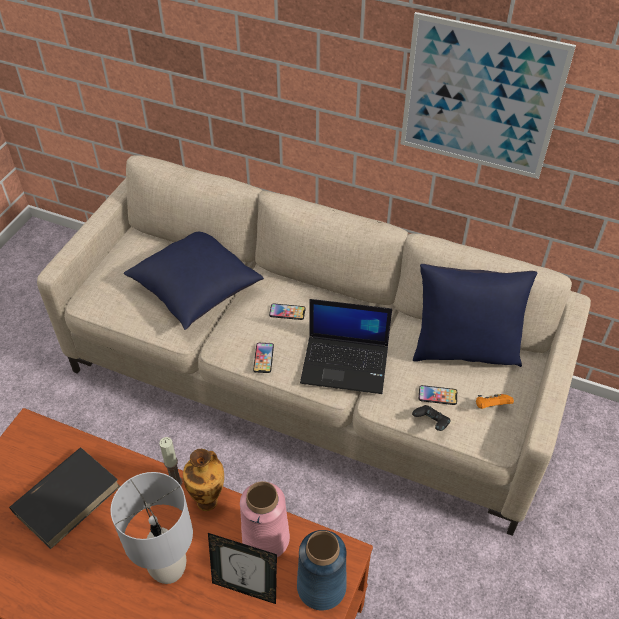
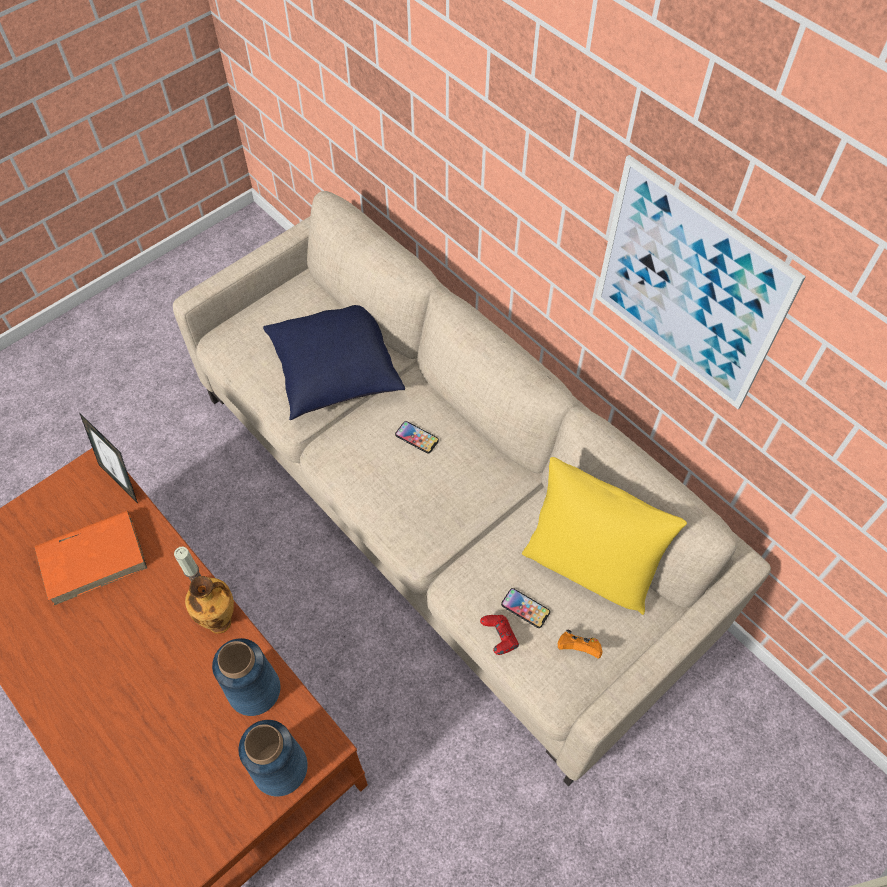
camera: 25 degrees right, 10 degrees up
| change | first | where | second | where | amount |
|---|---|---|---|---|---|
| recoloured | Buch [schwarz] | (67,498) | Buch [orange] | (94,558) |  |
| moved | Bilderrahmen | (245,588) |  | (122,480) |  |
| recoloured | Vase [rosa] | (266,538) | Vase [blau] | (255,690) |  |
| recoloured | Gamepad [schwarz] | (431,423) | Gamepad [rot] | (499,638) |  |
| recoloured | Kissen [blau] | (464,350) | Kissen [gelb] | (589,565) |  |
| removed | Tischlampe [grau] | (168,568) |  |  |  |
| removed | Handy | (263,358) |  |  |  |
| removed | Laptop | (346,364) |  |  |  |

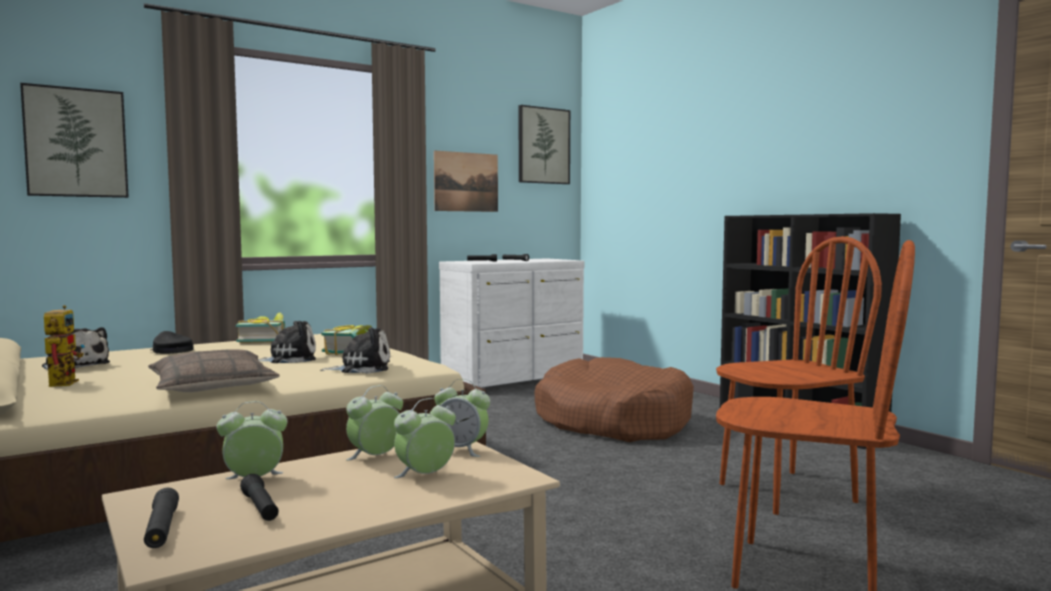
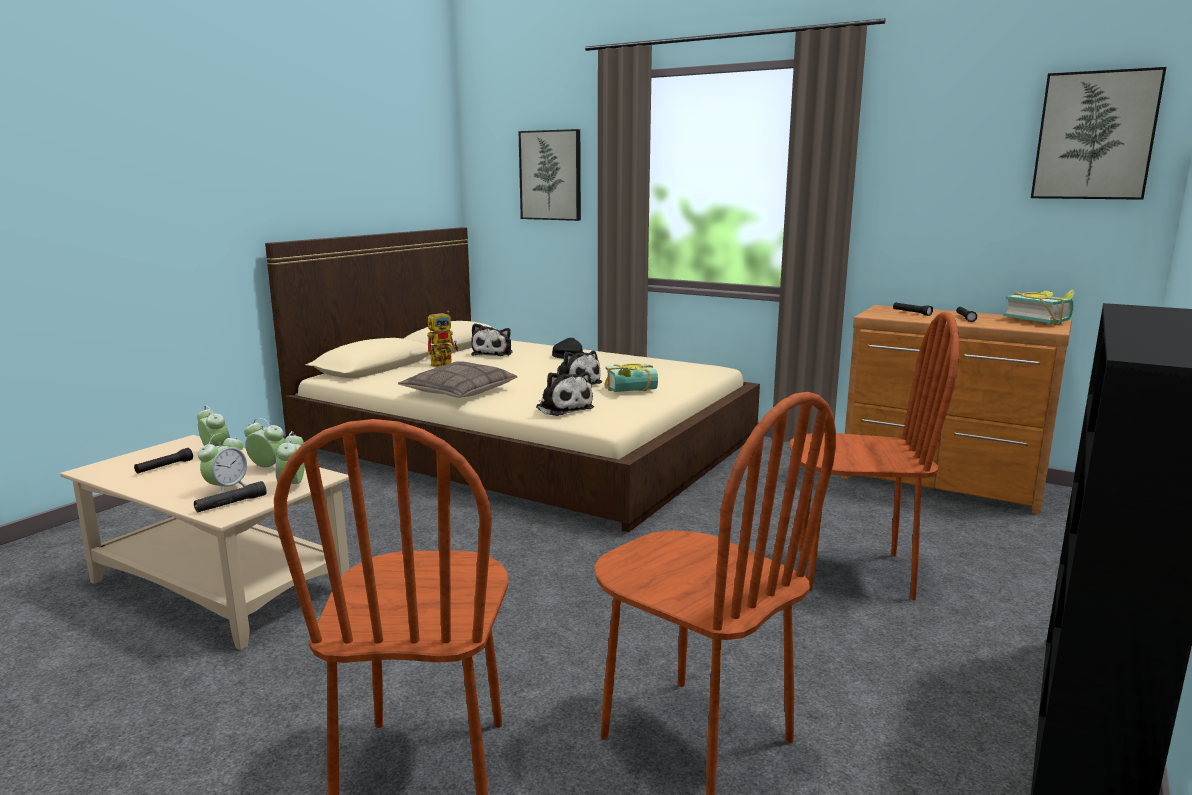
camera: 65 degrees right, 10 degrees up
| change | first | where | second | where | amount |
|---|---|---|---|---|---|
| moved | Taschenlampe [schwarz] | (161,528) |  | (231,504) |  |
| turned | Wecker | (425,476) |  | (227,489) | 90 degrees clockwise |
| replaced | Hundebett [braun] | (612,421) | Stuhl [braun] | (853,572) |  |
| recoloured | Kommode [weiß] | (515,380) | Kommode [braun] | (942,483) |  |
| moved | Buch | (263,341) |  | (1039,320) |  |
| removed | Bild | (466,182) |  |  |  |

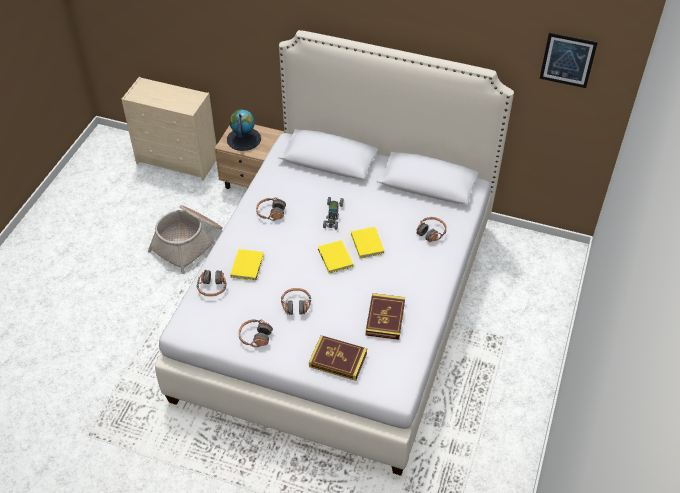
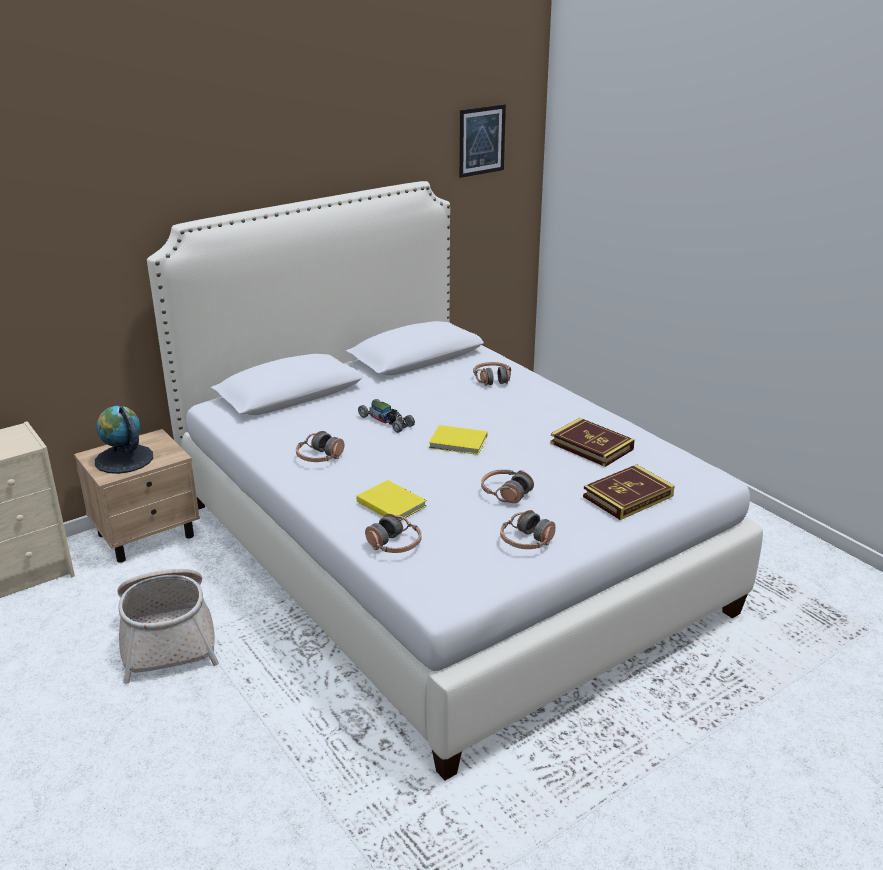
camera: 55 degrees left, 20 degrees down
| change | first | where | second | where | amount |
|---|---|---|---|---|---|
| removed | Buch [gelb] | (367,243) |  |  |  |

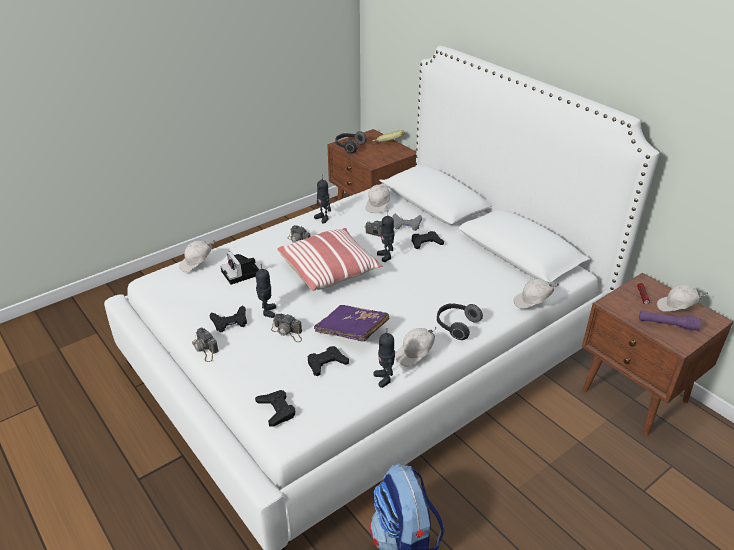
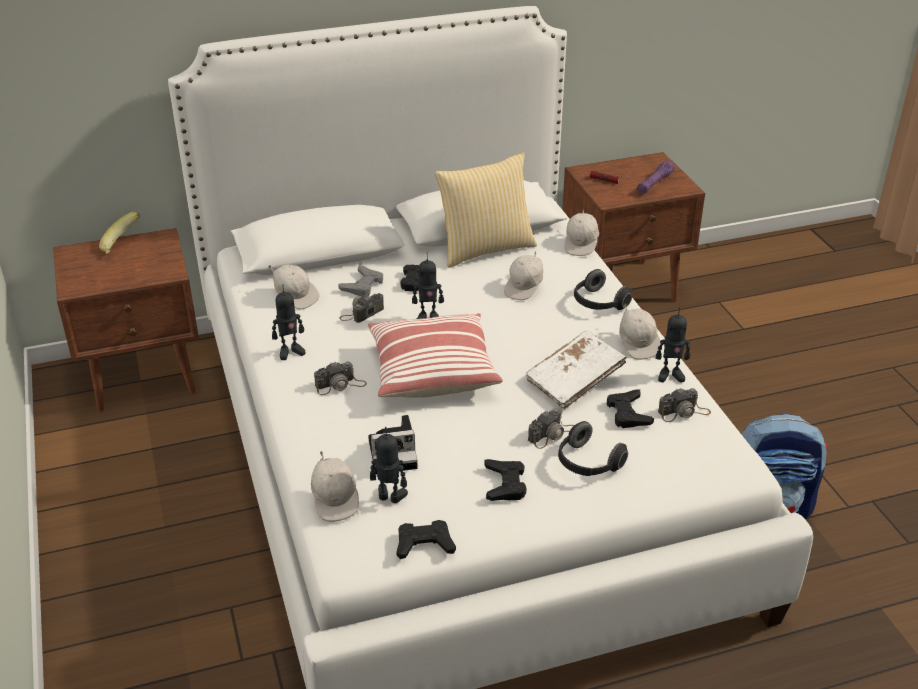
camera: 70 degrees left, 0 degrees up
| change | first | where | second | where | amount |
|---|---|---|---|---|---|
| moved | Spielzeugroboter | (267,312) |  | (389,497) |  |
| moved | Gamepad [schwarz] | (276,410) |  | (424,544) |  |
| added |  |  | Kissen | (485,248) |  |
| moved | Kappe [weiß] | (677,308) |  | (525,288) |  |
| recoloured | Buch [lila] | (352,331) | Buch [weiß] | (574,381) |  |
| moved | Kopfhörer | (349,147) |  | (587,464) |  |
| moved | Kamera | (205,349) |  | (684,412) |  |

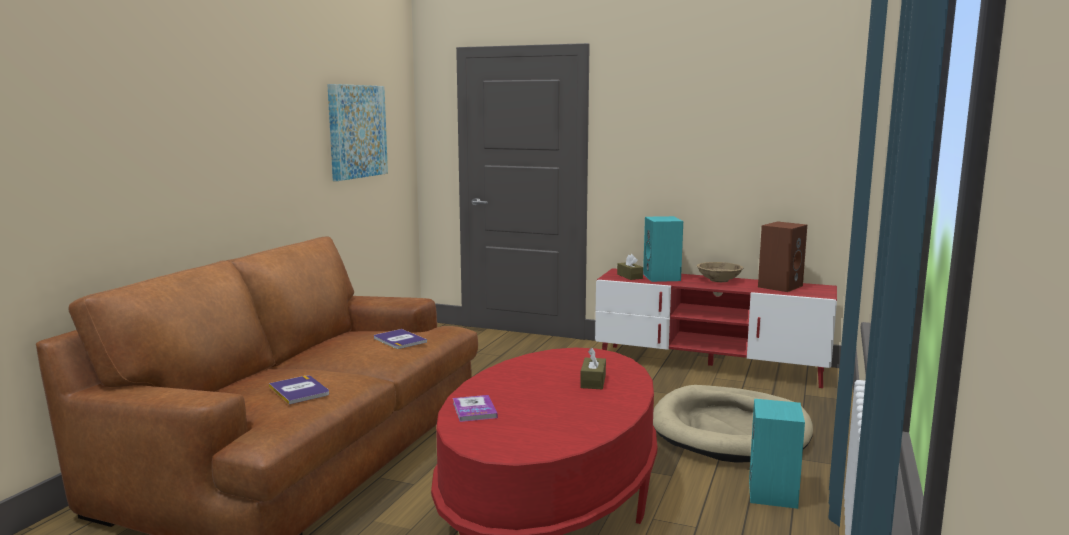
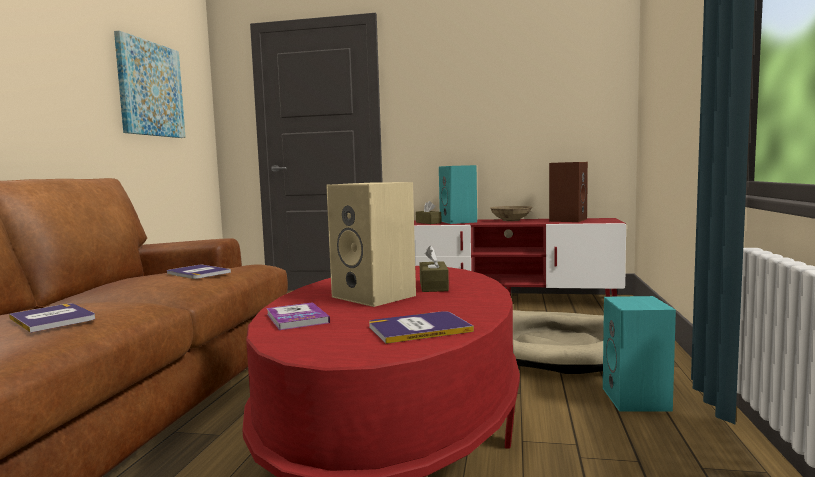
camera: 10 degrees left, 5 degrees down
| change | first | where | second | where | amount |
|---|---|---|---|---|---|
| added |  |  | Lautsprecher [beige] | (376,296) |  |
| added |  |  | Buch | (419,328) |  |

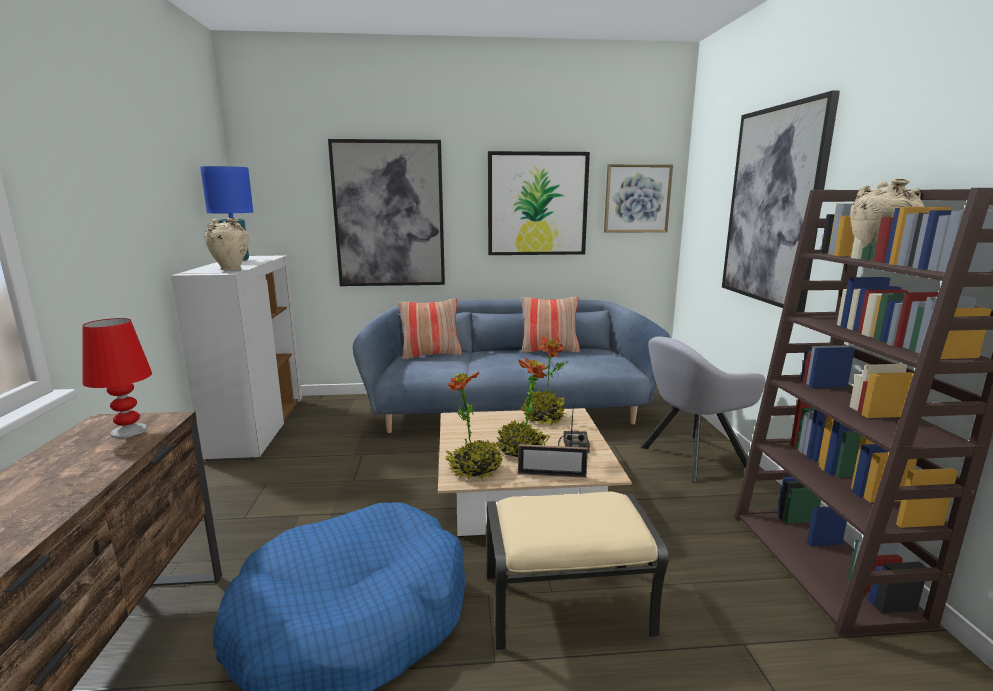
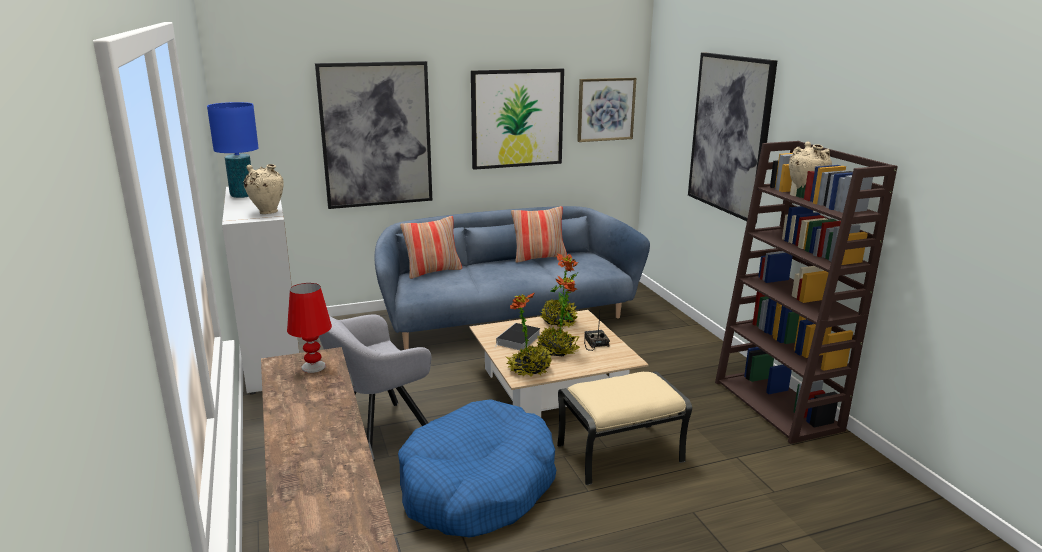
camera: 15 degrees left, 5 degrees up
| change | first | where | second | where | amount |
|---|---|---|---|---|---|
| moved | Sessel [grau] | (689,458) |  | (376,432) |  |
| added |  |  | Buch | (518,340) |  |
| removed | Bilderrahmen | (551,475) |  |  |  |

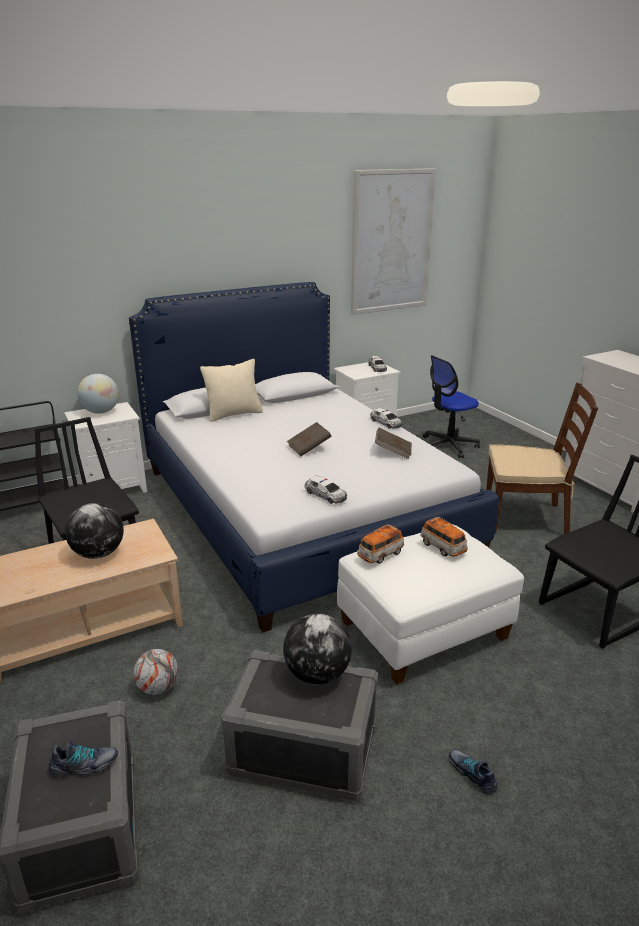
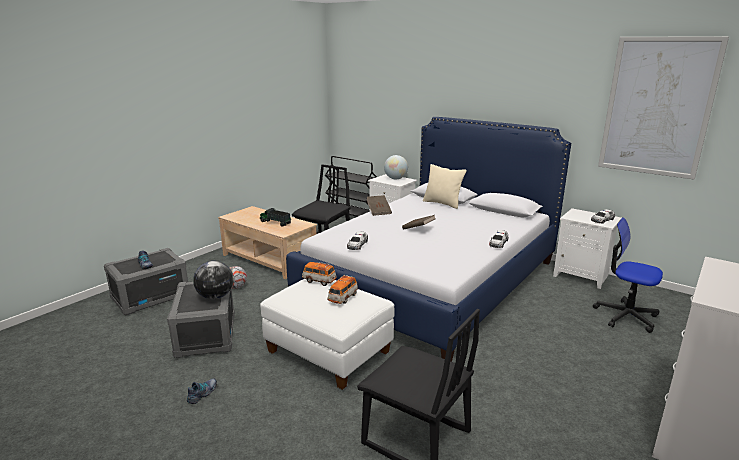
camera: 65 degrees right, 5 degrees down
| change | first | where | second | where | amount |
|---|---|---|---|---|---|
| replaced | Globus | (99,554) | Spielzeuglaster | (275,223) |  |
| moved | Buch [braun] | (393,452) |  | (379,211) |  |
| removed | Stuhl [braun] | (526,518) |  |  |  |

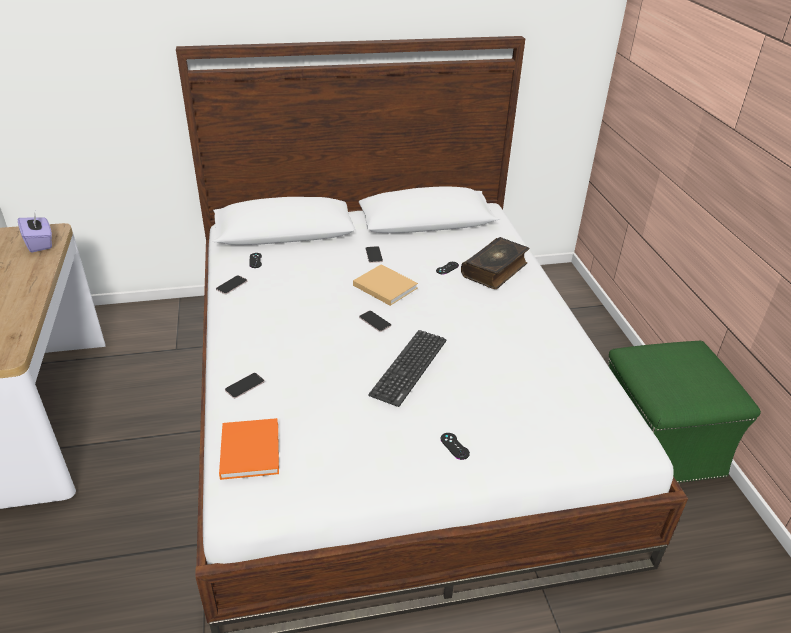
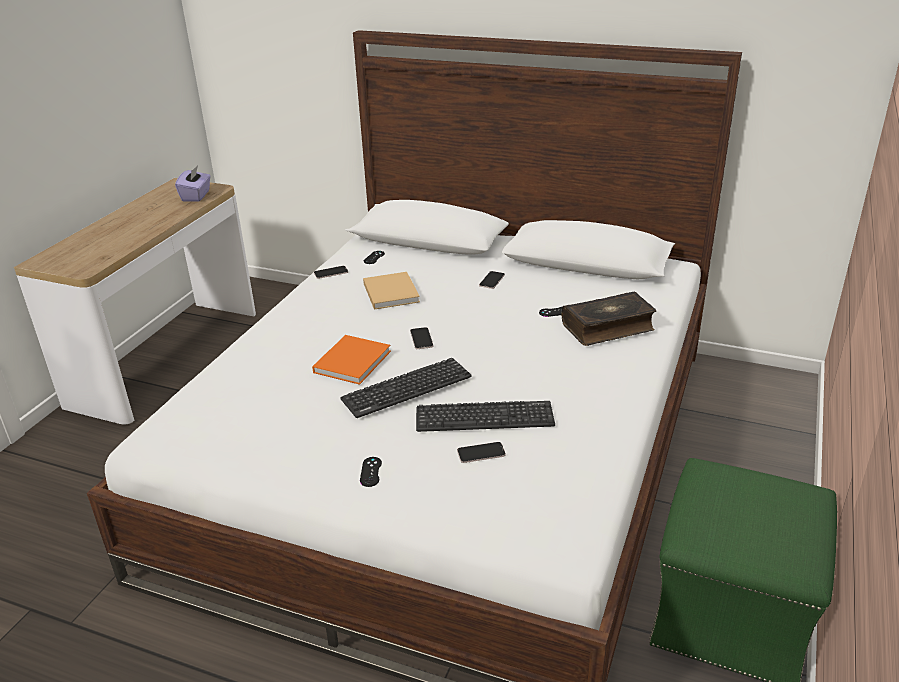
camera: 35 degrees right, 5 degrees down
| change | first | where | second | where | amount |
|---|---|---|---|---|---|
| moved | Buch [orange] | (250,448) |  | (353,360) |  |
| moved | Buch [beige] | (384,286) |  | (390,292) |  |
| added |  |  | Tastatur | (484,417) |  |
| moved | Handy | (245,386) |  | (481,453) |  |

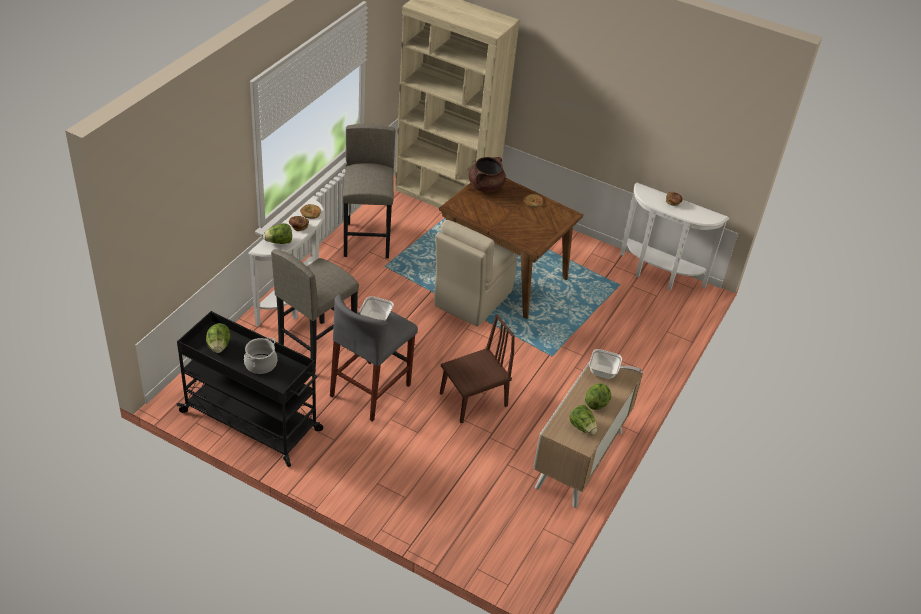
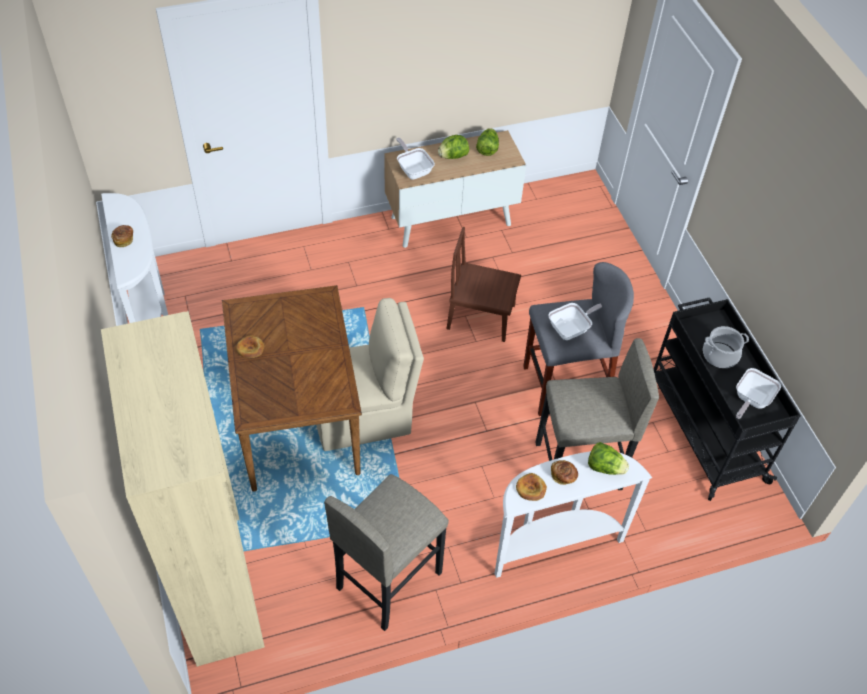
camera: 135 degrees left, 10 degrees up
| change | first | where | second | where | amount |
|---|---|---|---|---|---|
| replaced | Salatkopf | (219,346) | Pfanne | (750,400) |  |
| removed | Kochtopf [braun] | (486,186) |  |  |  |

